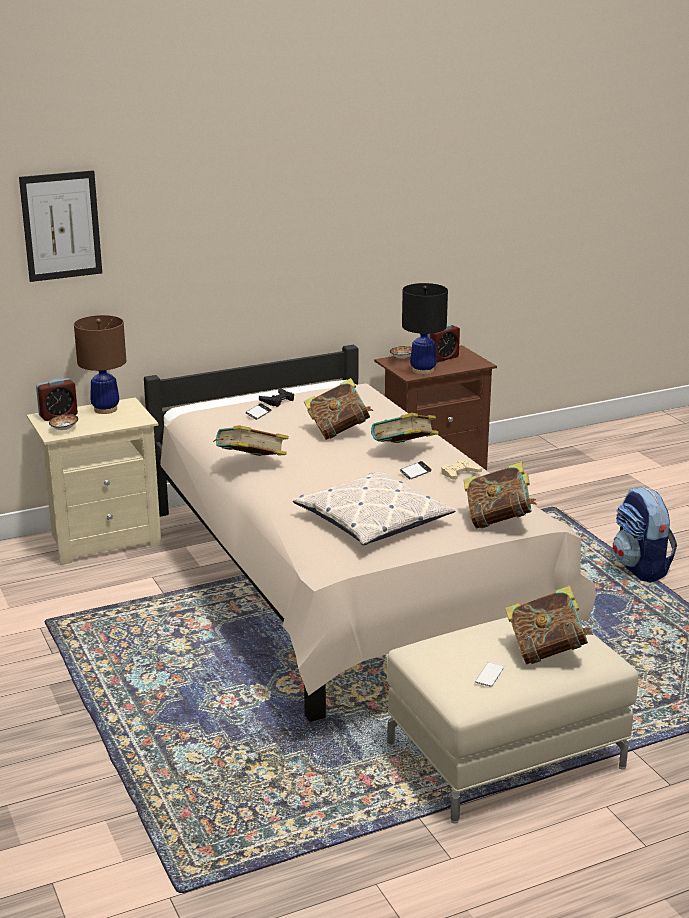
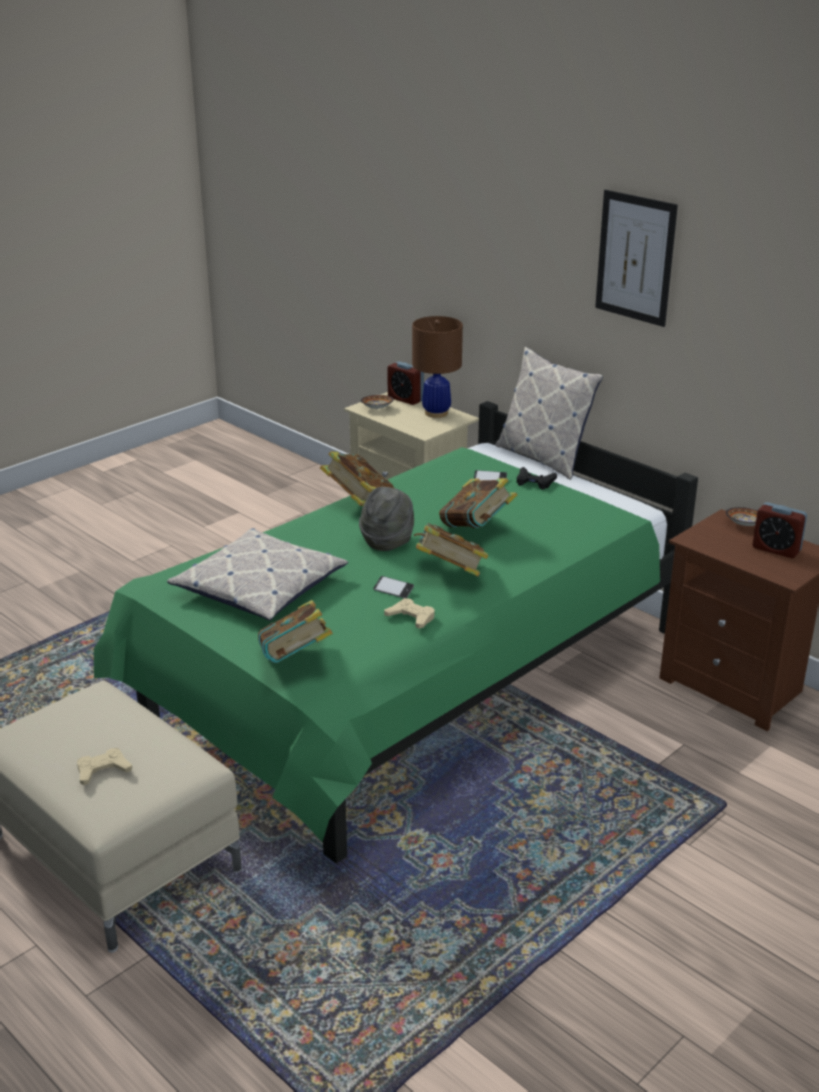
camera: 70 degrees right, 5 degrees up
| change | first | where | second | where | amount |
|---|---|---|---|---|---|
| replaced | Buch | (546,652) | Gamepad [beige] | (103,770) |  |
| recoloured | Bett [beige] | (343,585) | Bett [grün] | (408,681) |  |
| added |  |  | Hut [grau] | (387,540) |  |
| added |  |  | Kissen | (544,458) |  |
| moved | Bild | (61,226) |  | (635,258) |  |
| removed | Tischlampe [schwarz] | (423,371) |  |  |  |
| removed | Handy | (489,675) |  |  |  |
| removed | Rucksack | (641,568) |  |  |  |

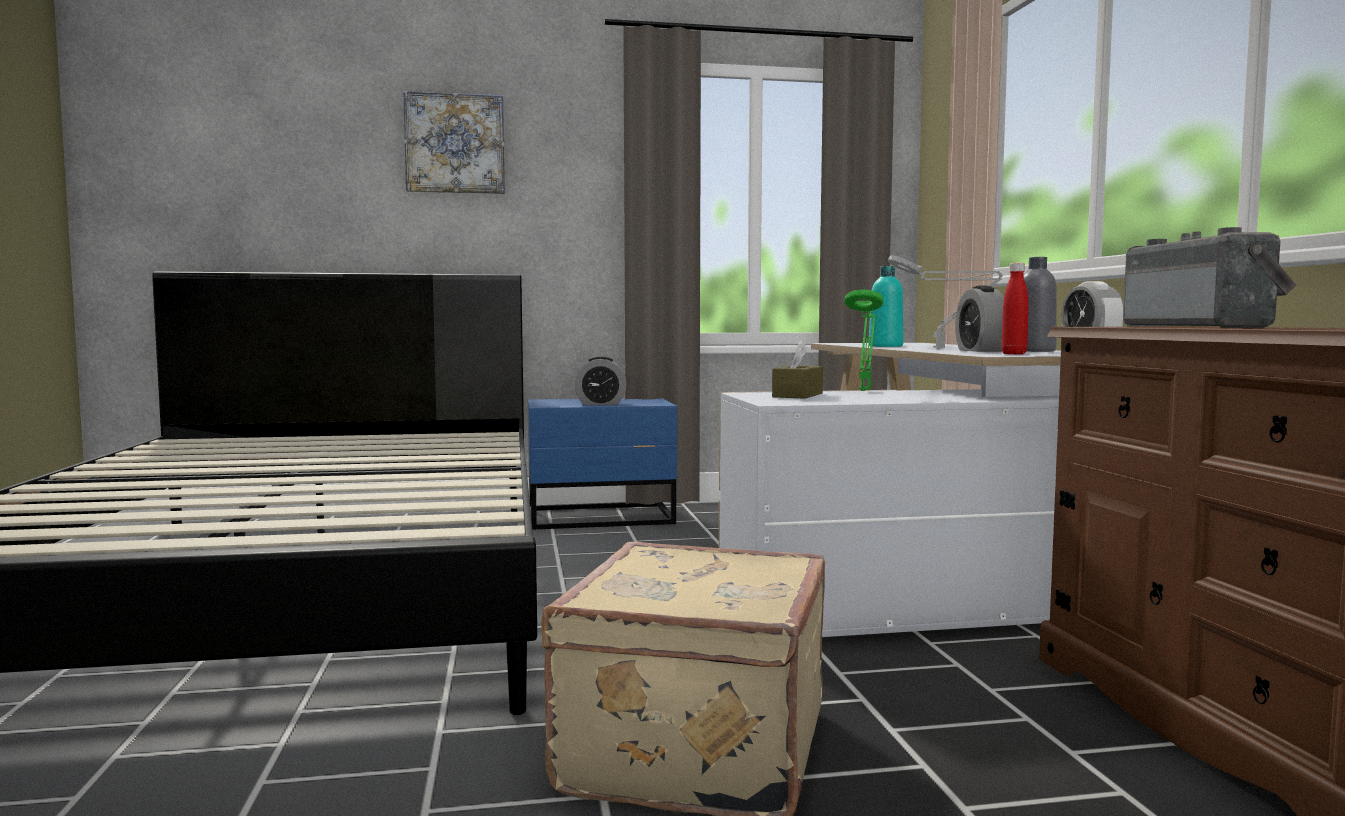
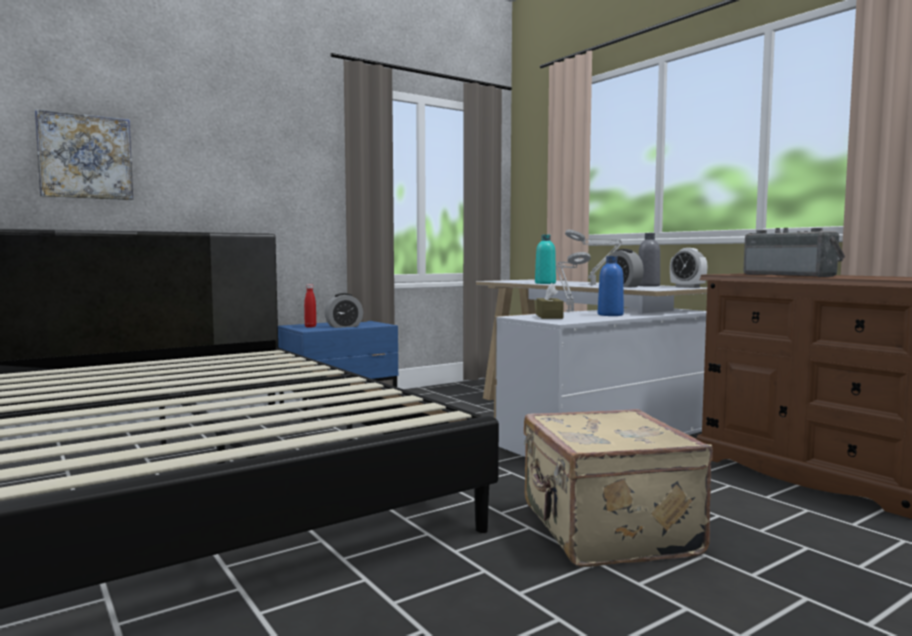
camera: 25 degrees left, 0 degrees up
| change | first | where | second | where | amount |
|---|---|---|---|---|---|
| moved | Bild | (455,144) |  | (85,157) |  |
| moved | Flasche [rot] | (1014,354) |  | (310,327) |  |
| recoloured | Tischlampe [grün] | (865,390) | Tischlampe [grau] | (569,311) |  |
| added |  |  | Flasche [blau] | (610,315) |  |

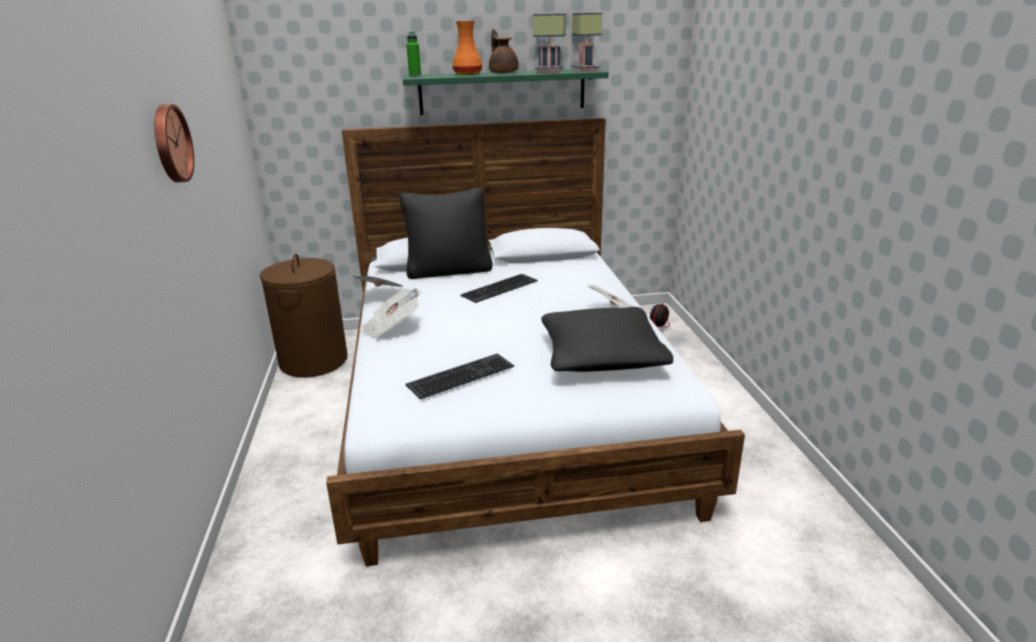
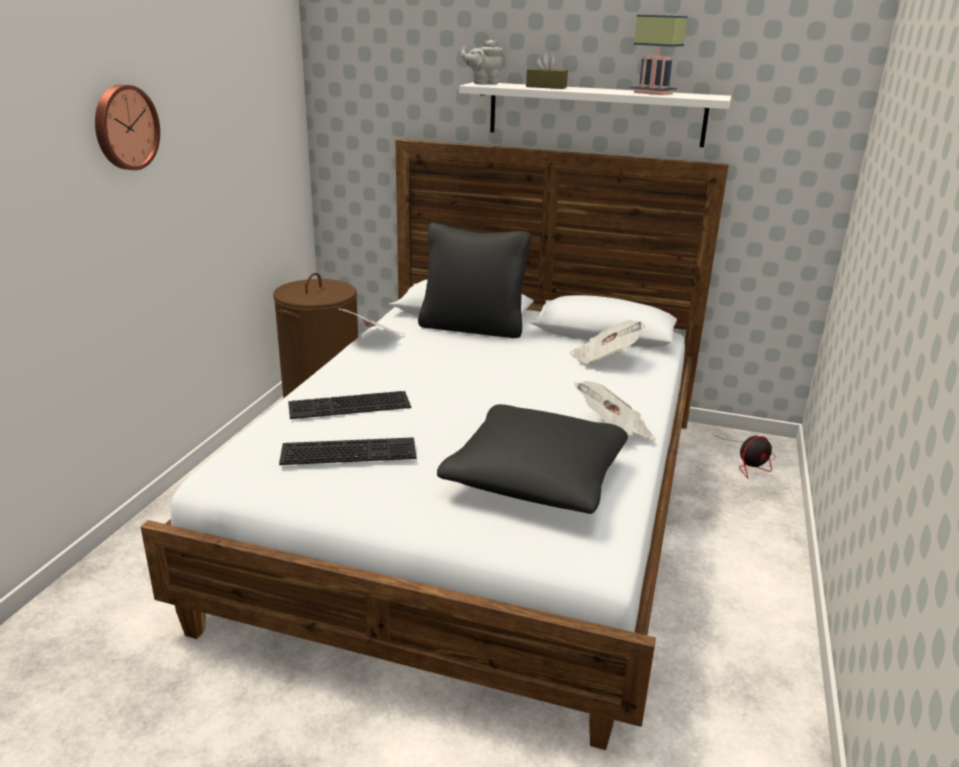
camera: 25 degrees right, 0 degrees up
| change | first | where | second | where | amount |
|---|---|---|---|---|---|
| moved | Tastatur | (500,288) |  | (348,406) |  |
| recoloured | Wandregal [grün] | (502,91) | Wandregal [weiß] | (595,114) |  |
| replaced | Flasche [grün] | (415,76) | Teekanne [grau] | (483,83) |  |
| replaced | Vase [orange] | (468,74) | Taschentuchbox [braun] | (546,87) |  |
| moved | Zeitung | (391,328) |  | (604,359) |  |
| removed | Teekanne [braun] | (503,73) |  |  |  |
| removed | Tischlampe | (587,70) |  |  |  |

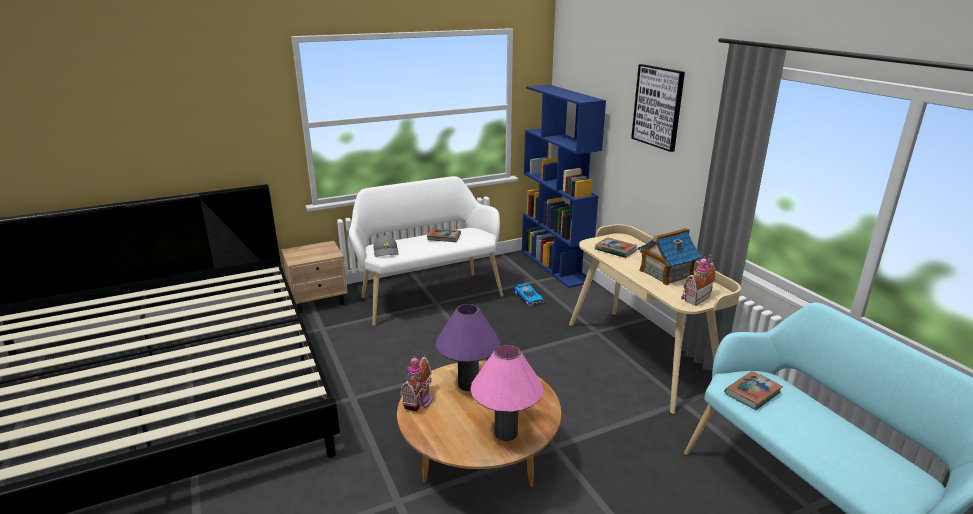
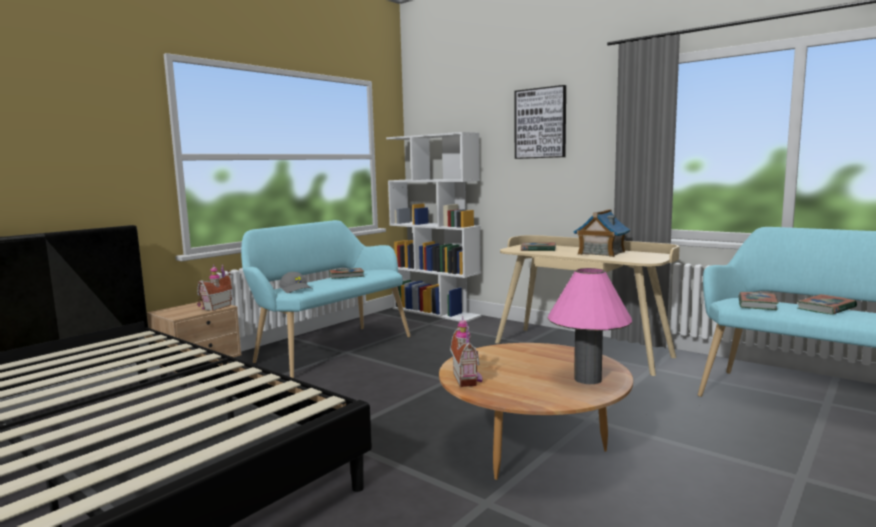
camera: 25 degrees left, 15 degrees down
| change | first | where | second | where | amount |
|---|---|---|---|---|---|
| moved | Spielzeughaus | (694,298) |  | (215,307) |  |
| recoloured | Bank [weiß] | (428,295) | Bank [türkis] | (329,348) |  |
| recoloured | Bücherregal [blau] | (555,266) | Bücherregal [weiß] | (436,312) |  |
| added |  |  | Buch | (826,308) |  |
| removed | Tischlampe [lila] | (468,384) |  |  |  |
| removed | Spielzeugauto | (529,297) |  |  |  |

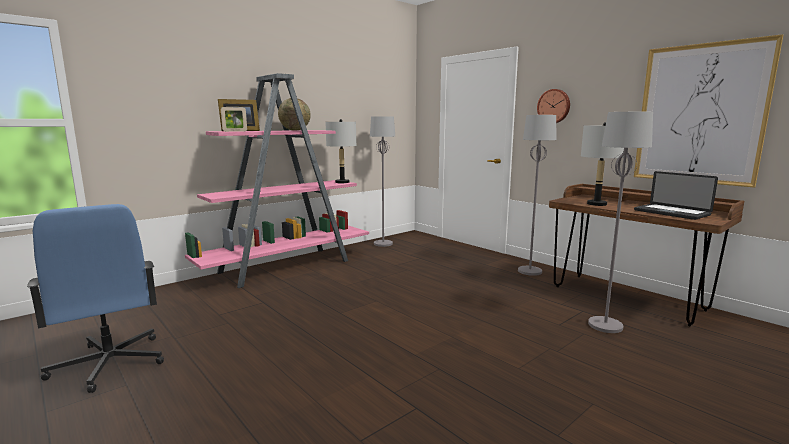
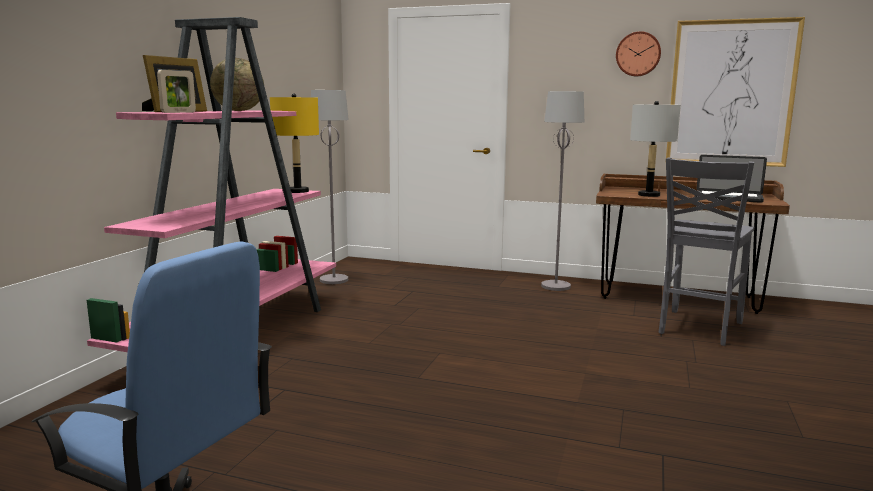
camera: 30 degrees left, 0 degrees up
| change | first | where | second | where | amount |
|---|---|---|---|---|---|
| recoloured | Tischlampe [grau] | (342,182) | Tischlampe [gelb] | (298,191) |  |
| moved | Wanduhr | (554,106) |  | (638,54) |  |
| replaced | Stehlampe [grau] | (604,325) | Stuhl [grau] | (697,328) |  |

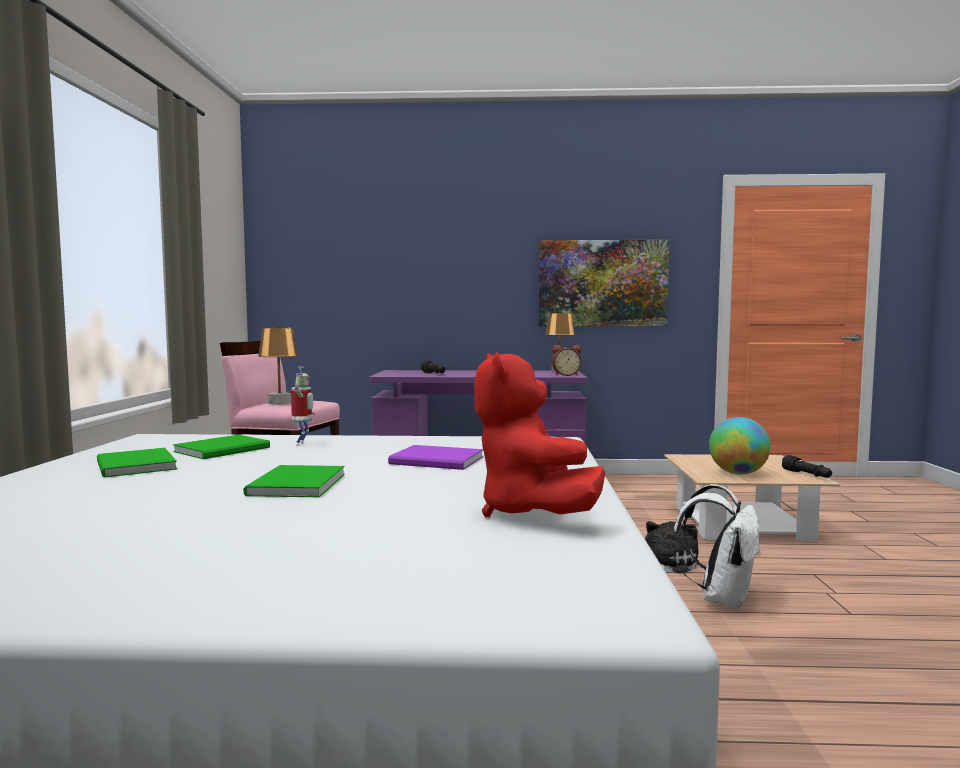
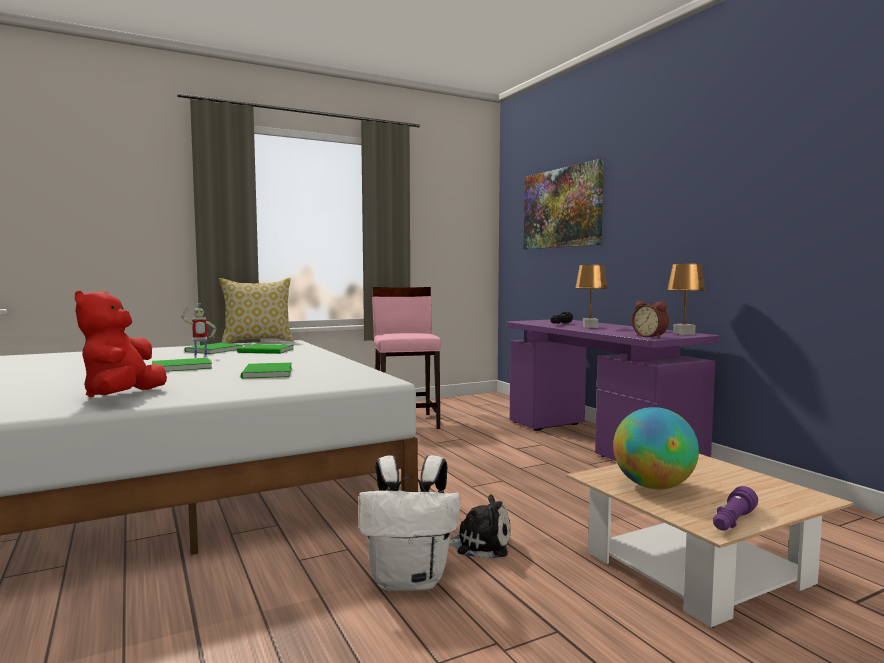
camera: 60 degrees right, 0 degrees up
| change | first | where | second | where | amount |
|---|---|---|---|---|---|
| turned | Plüschtier [rot] | (530,512) |  | (122,397) | 45 degrees counterclockwise |
| moved | Spielzeugroboter | (303,444) |  | (200,357) |  |
| added |  |  | Kissen | (258,341) |  |
| recoloured | Buch [lila] | (438,461) | Buch [grün] | (266,373) |  |
| moved | Bild | (602,283) |  | (561,208) |  |
| moved | Tischlampe [braun] | (280,403) |  | (590,327) |  |
| recoloured | Taschenlampe [schwarz] | (807,475) | Taschenlampe [lila] | (732,522) |  |

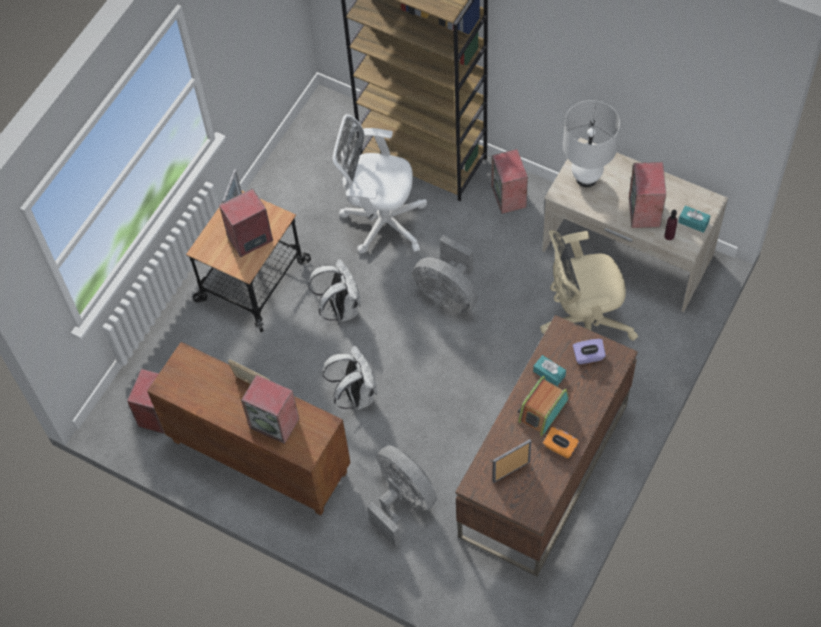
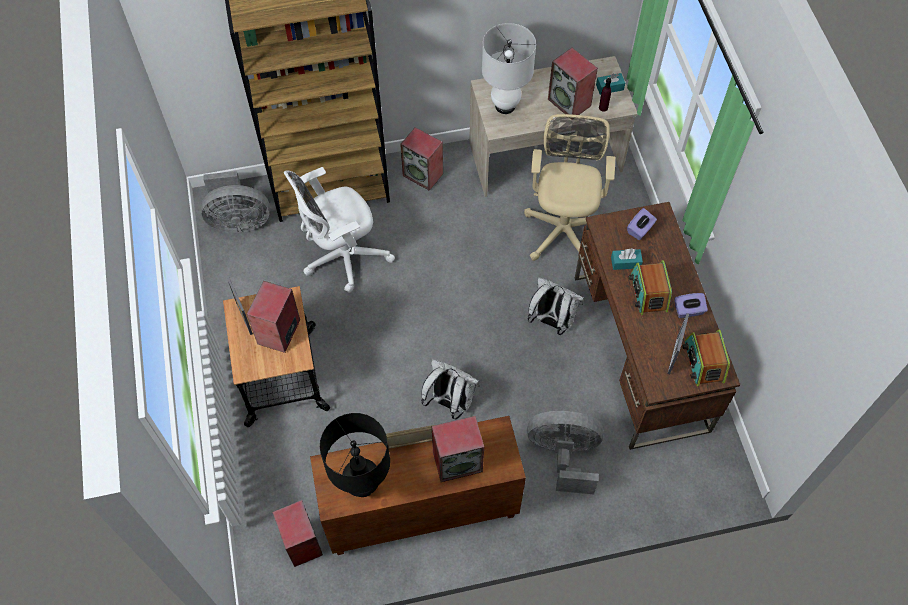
camera: 45 degrees left, 0 degrees up
| change | first | where | second | where | amount |
|---|---|---|---|---|---|
| moved | Ventilator [grau] | (448,295) |  | (238,221) |  |
| added |  |  | Tischlampe [schwarz] | (362,485) |  |
| turned | Bürostuhl [beige] | (583,322) |  | (563,227) | 150 degrees clockwise |
| moved | Rucksack [weiß] | (341,308) |  | (551,321) |  |
| recoloured | Taschentuchbox [orange] | (560,447) | Taschentuchbox [lila] | (688,310) |  |
| added |  |  | Radio | (703,362) |  |

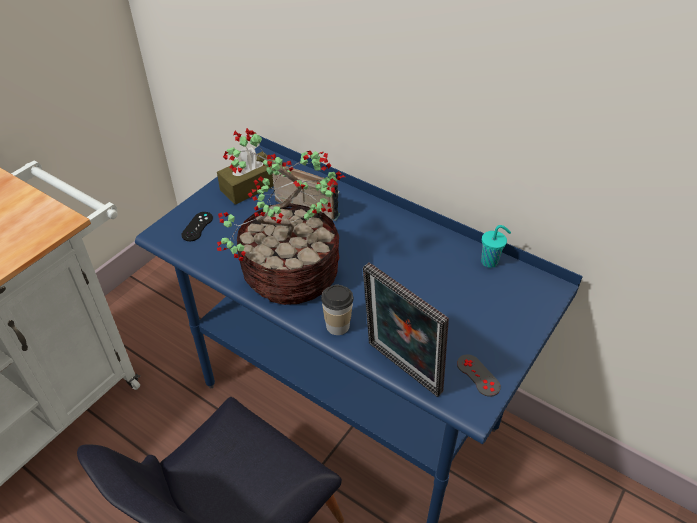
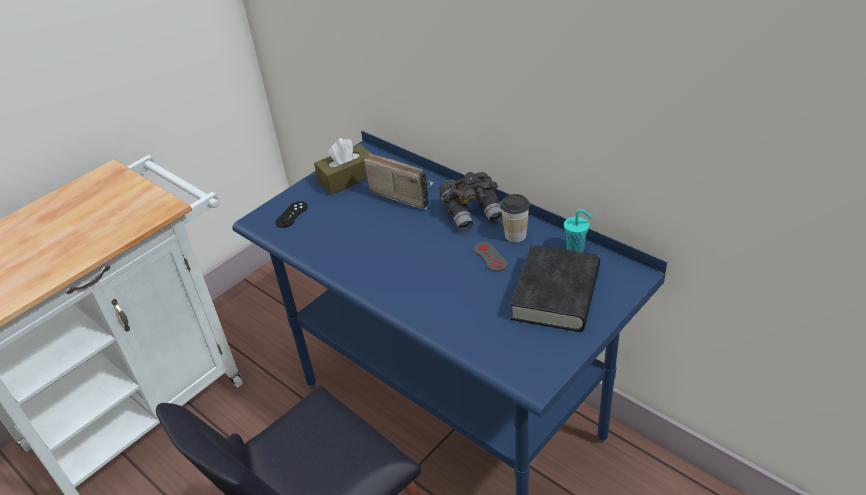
camera: 10 degrees right, 5 degrees down
| change | first | where | second | where | amount |
|---|---|---|---|---|---|
| added |  |  | Fernglas [grau] | (473,212) |  |
| moved | Gamepad [grau] | (478,375) |  | (490,257) |  |
| moved | Tasse | (337,326) |  | (515,235) |  |
| added |  |  | Buch [schwarz] | (556,294) |  |
| removed | Topfpflanze | (287,274) |  |  |  |
| removed | Bilderrahmen | (400,370) |  |  |  |

